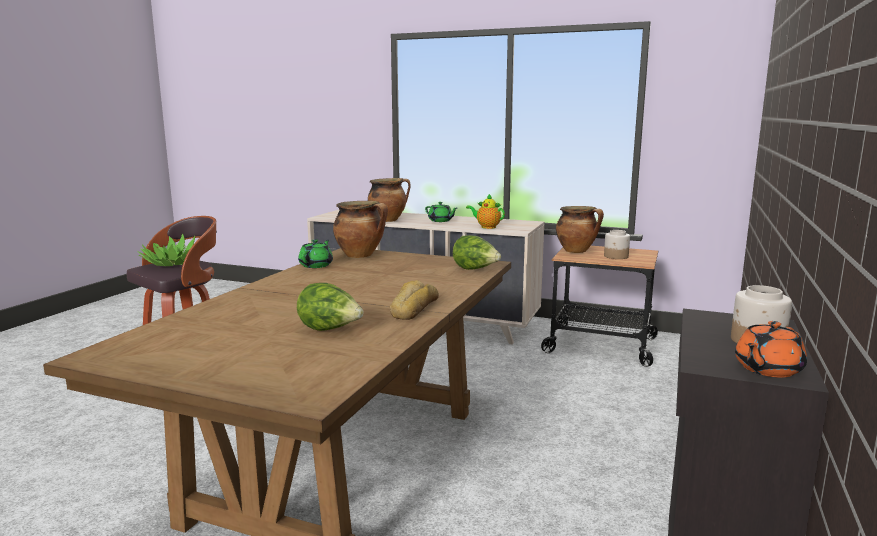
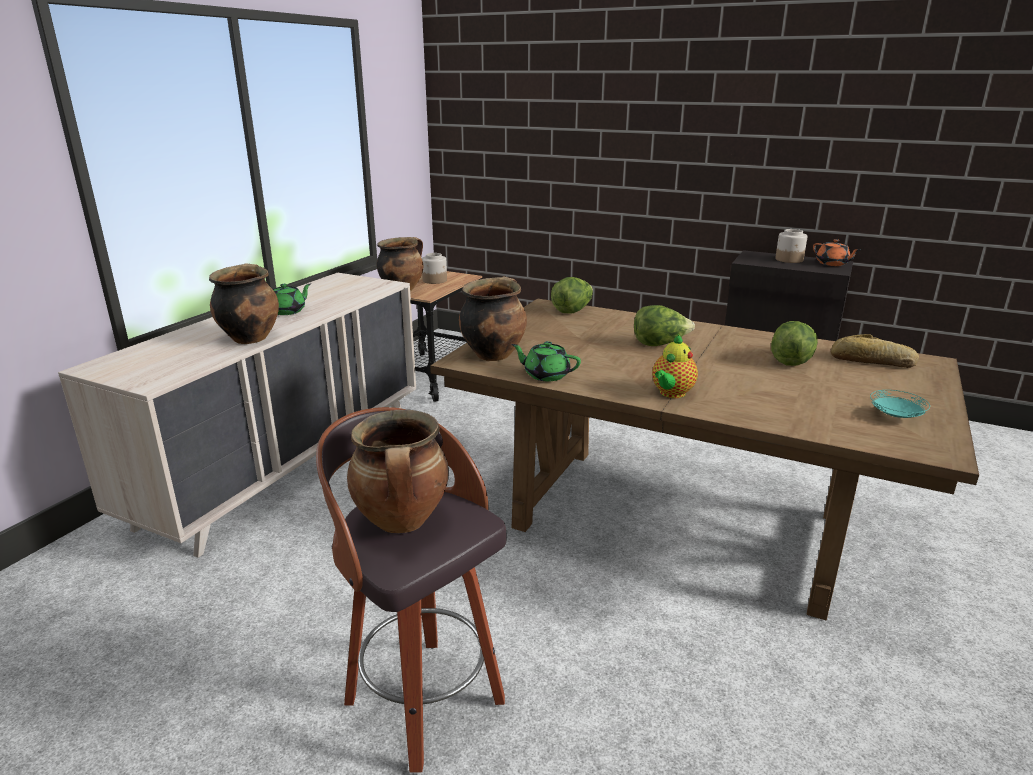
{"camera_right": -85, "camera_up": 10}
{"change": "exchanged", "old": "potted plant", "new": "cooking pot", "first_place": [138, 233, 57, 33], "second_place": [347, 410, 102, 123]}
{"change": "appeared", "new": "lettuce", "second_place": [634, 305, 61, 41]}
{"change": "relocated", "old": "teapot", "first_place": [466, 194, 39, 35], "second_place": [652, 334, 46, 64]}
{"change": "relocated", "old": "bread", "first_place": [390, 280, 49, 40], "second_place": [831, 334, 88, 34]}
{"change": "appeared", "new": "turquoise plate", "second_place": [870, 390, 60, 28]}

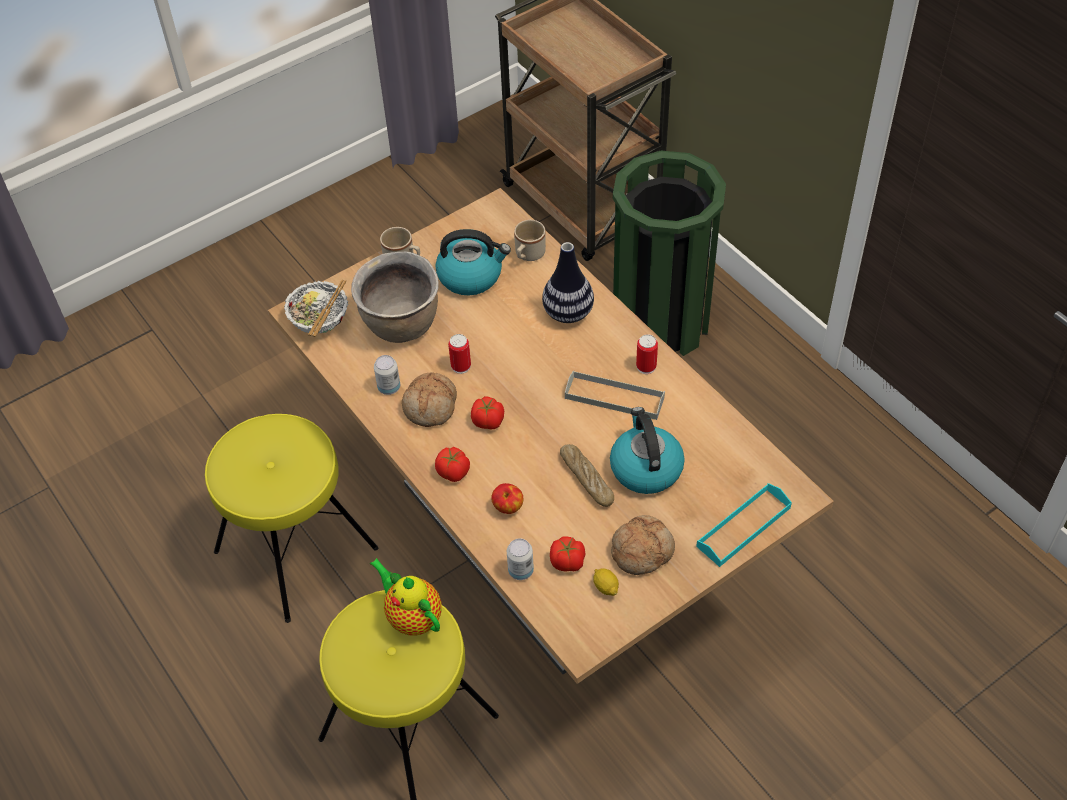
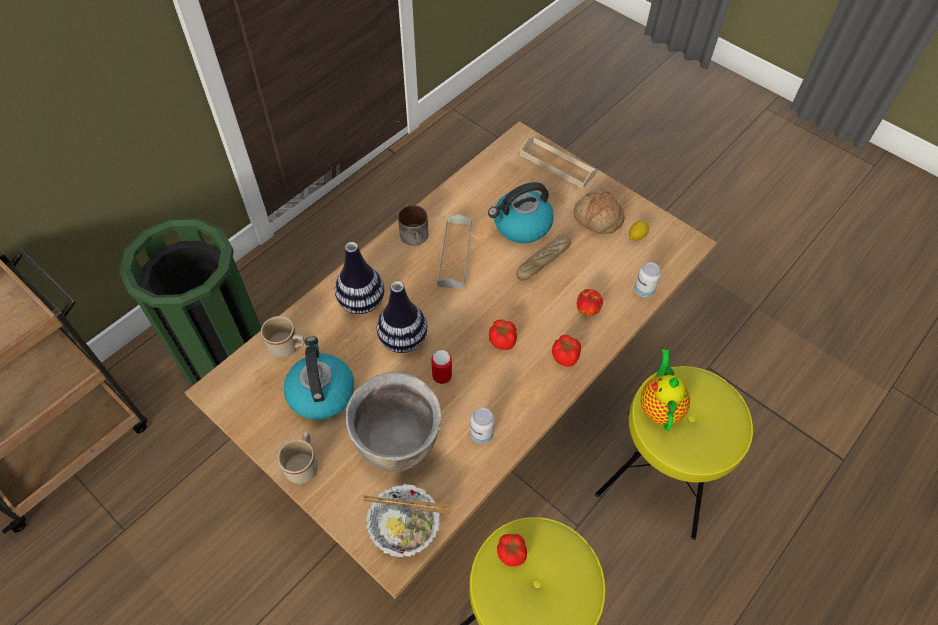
{"camera_right": -105, "camera_up": 5}
{"change": "appeared", "new": "vase", "second_place": [377, 281, 51, 72]}
{"change": "exchanged", "old": "can", "new": "mug", "first_place": [636, 334, 22, 40], "second_place": [398, 205, 31, 41]}
{"change": "relocated", "old": "tomato", "first_place": [550, 536, 35, 36], "second_place": [497, 534, 30, 33]}
{"change": "colour", "old": "turquoise tray", "new": "beige tray", "first_place": [696, 483, 96, 84], "second_place": [520, 136, 77, 52]}
{"change": "spun", "old": "teapot", "first_place": [370, 558, 72, 77], "second_place": [640, 349, 50, 82], "degrees": 150}
{"change": "missing", "old": "bread", "first_place": [402, 372, 55, 55]}

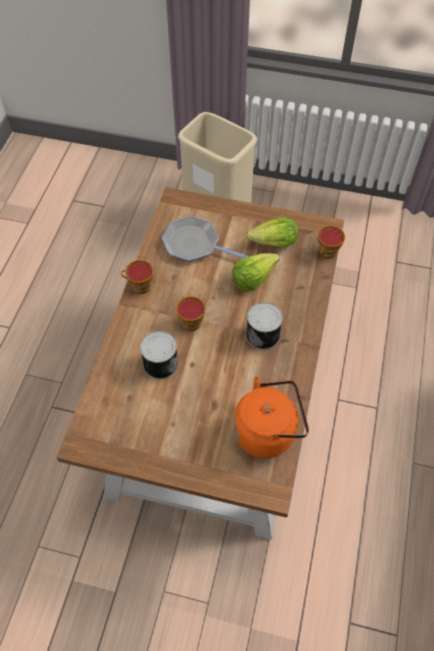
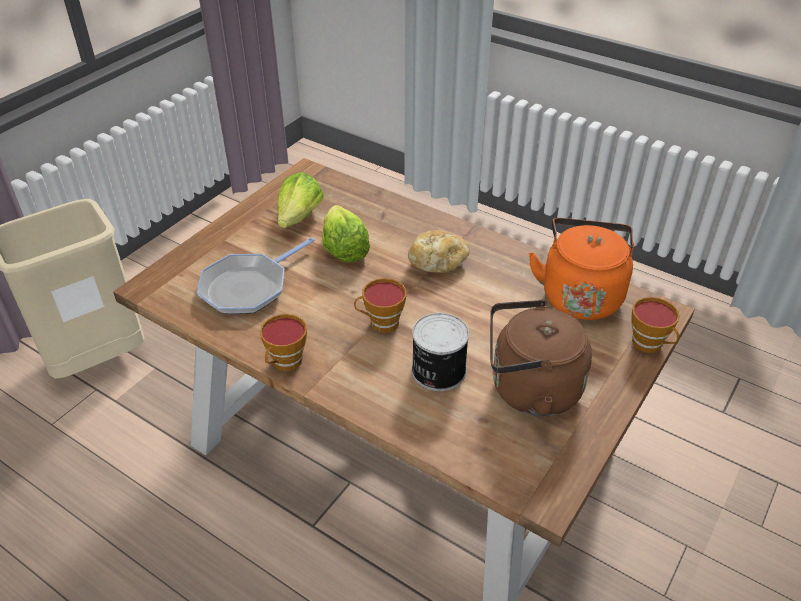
{"camera_right": -70, "camera_up": -15}
{"change": "exchanged", "old": "can", "new": "bread", "first_place": [246, 302, 37, 48], "second_place": [408, 230, 61, 43]}
{"change": "appeared", "new": "brown kettle", "second_place": [490, 299, 102, 117]}
{"change": "relocated", "old": "cup", "first_place": [318, 226, 27, 33], "second_place": [631, 297, 49, 56]}

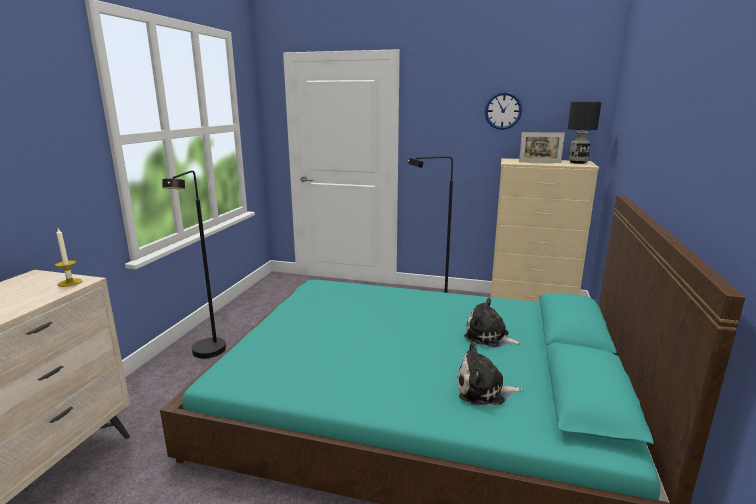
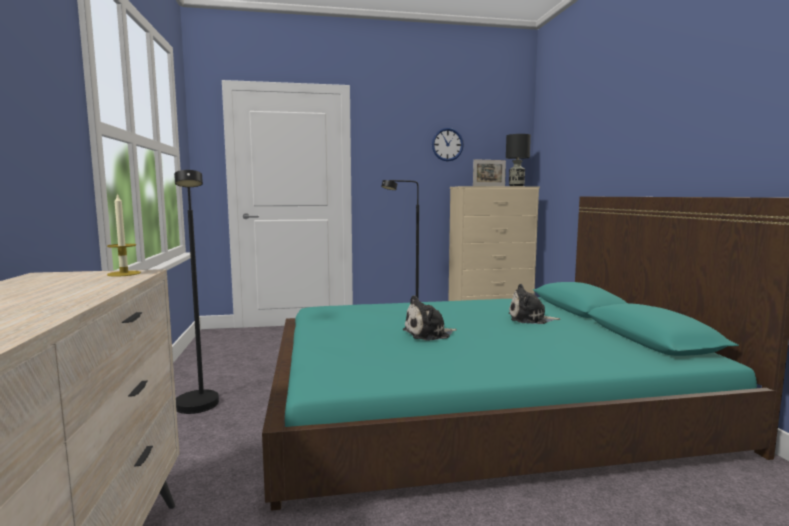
{"camera_right": -25, "camera_up": -10}
{"change": "relocated", "old": "plush toy", "first_place": [457, 342, 65, 63], "second_place": [402, 295, 54, 46]}

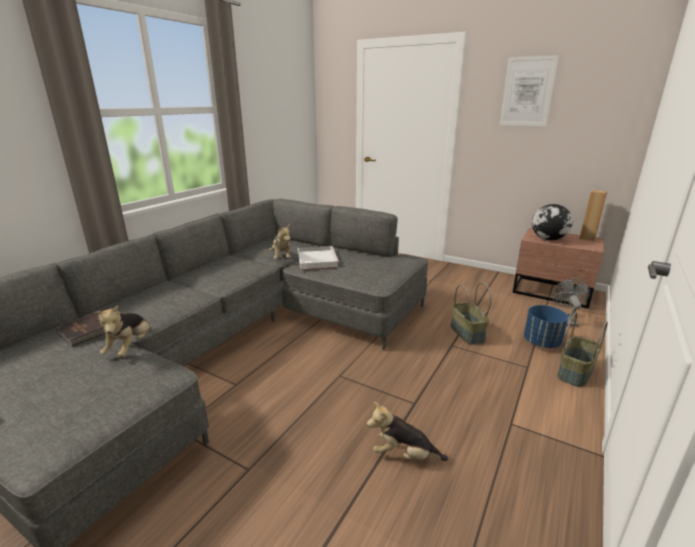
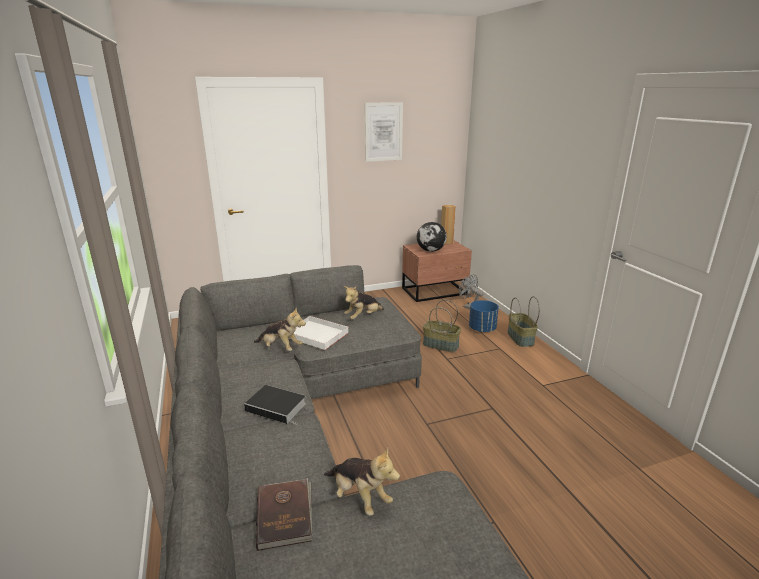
{"camera_right": -50, "camera_up": 0}
{"change": "appeared", "new": "book", "second_place": [244, 385, 62, 40]}
{"change": "relocated", "old": "plush toy", "first_place": [367, 402, 81, 59], "second_place": [344, 286, 40, 33]}

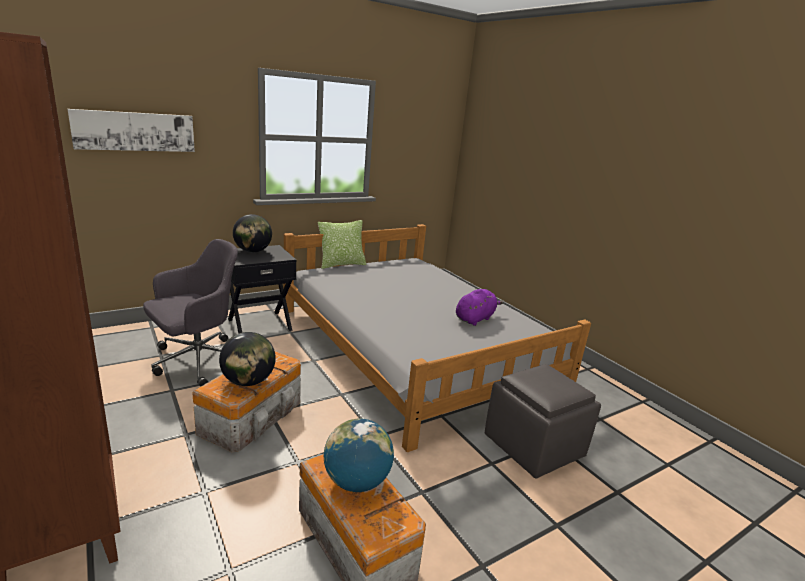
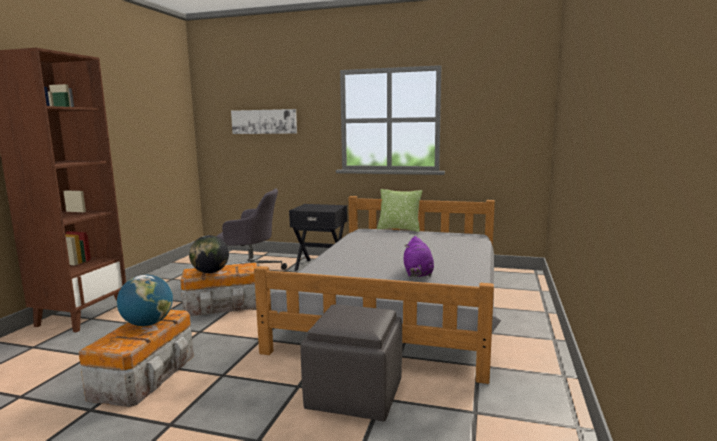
{"camera_right": 50, "camera_up": -10}
{"change": "spun", "old": "purple plush toy", "first_place": [456, 289, 48, 37], "second_place": [404, 236, 30, 41], "degrees": 90}
{"change": "missing", "old": "globe", "first_place": [233, 214, 39, 38]}

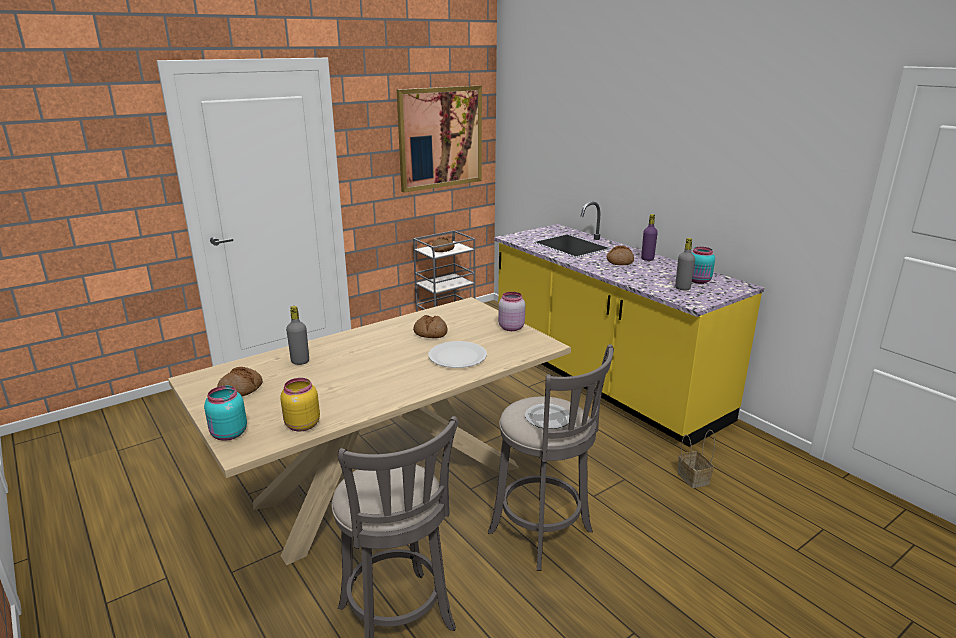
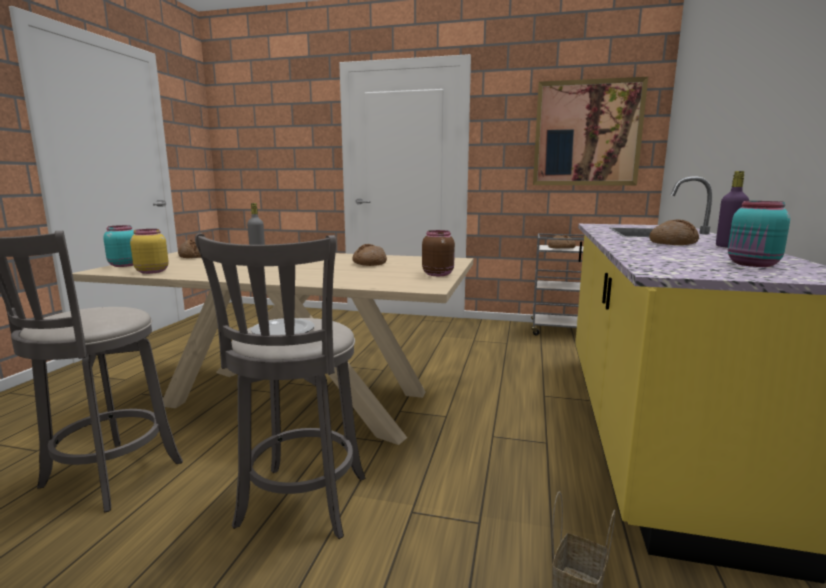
{"camera_right": 50, "camera_up": -10}
{"change": "colour", "old": "pink jar", "new": "brown jar", "first_place": [498, 292, 27, 39], "second_place": [422, 230, 33, 46]}
{"change": "missing", "old": "white plate", "first_place": [429, 341, 58, 27]}
{"change": "missing", "old": "grey bottle", "first_place": [675, 238, 20, 52]}

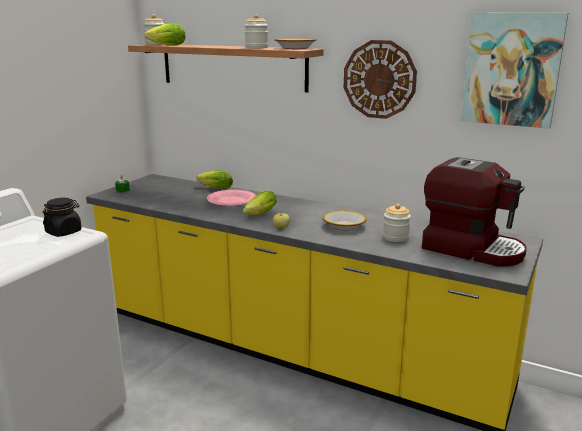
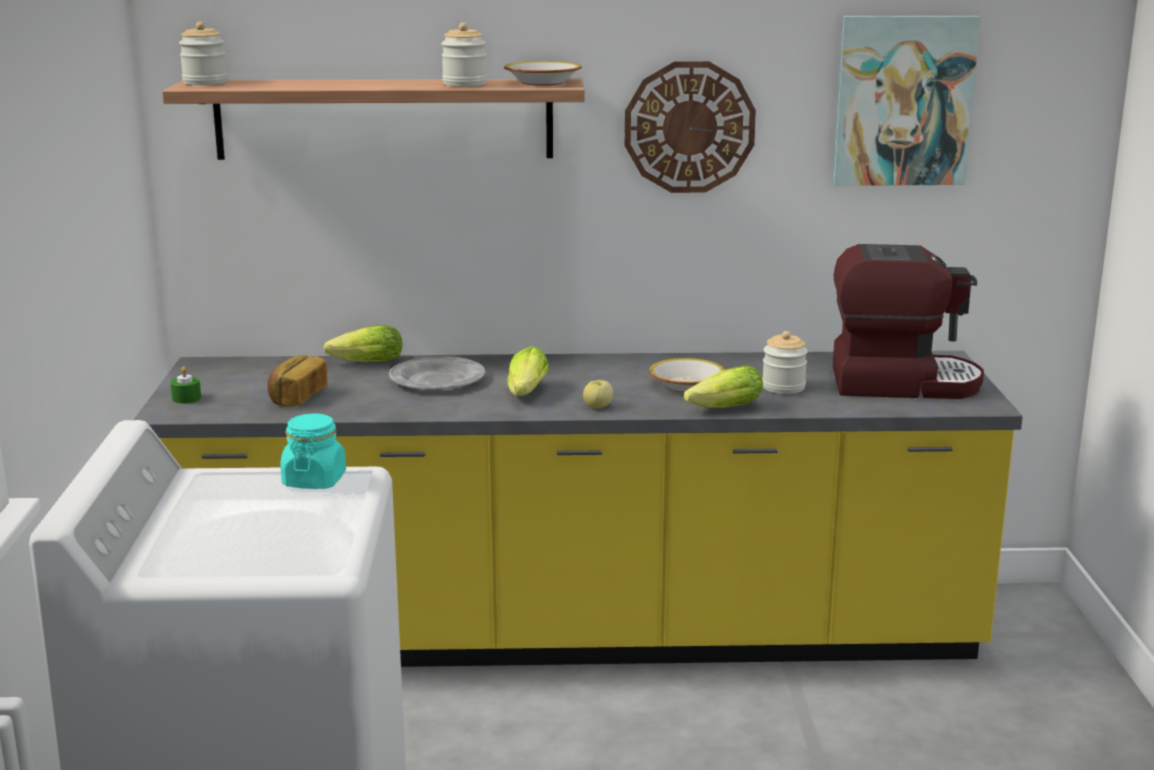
{"camera_right": -30, "camera_up": 0}
{"change": "appeared", "new": "bread", "second_place": [268, 355, 60, 52]}
{"change": "colour", "old": "black jar", "new": "turquoise jar", "first_place": [43, 198, 39, 39], "second_place": [280, 414, 66, 75]}
{"change": "colour", "old": "pink plate", "new": "grey plate", "first_place": [207, 190, 49, 16], "second_place": [389, 356, 96, 33]}
{"change": "relocated", "old": "lettuce", "first_place": [144, 23, 41, 22], "second_place": [684, 365, 79, 42]}

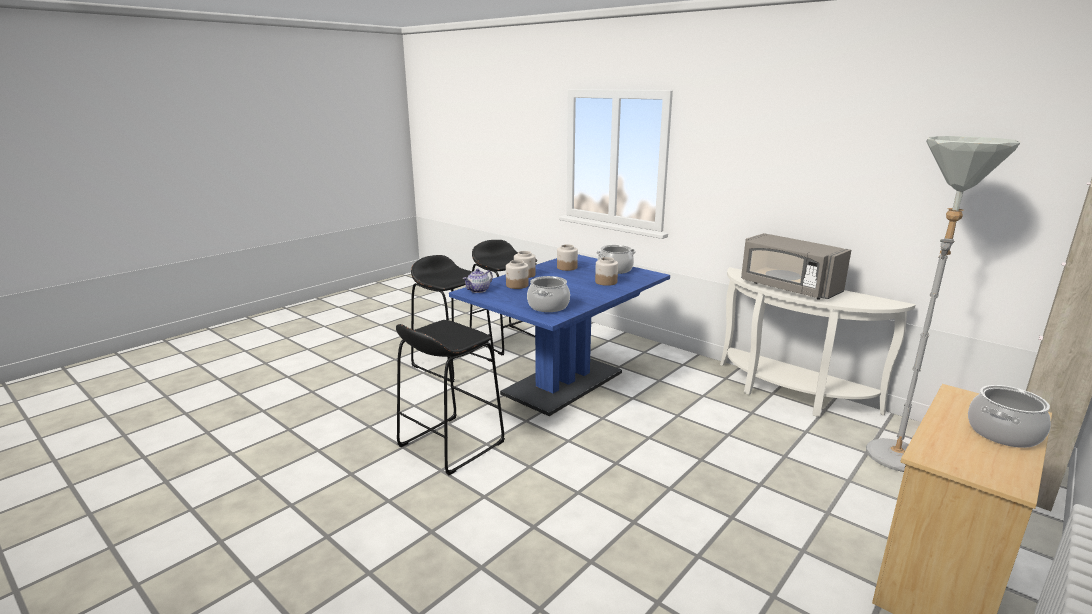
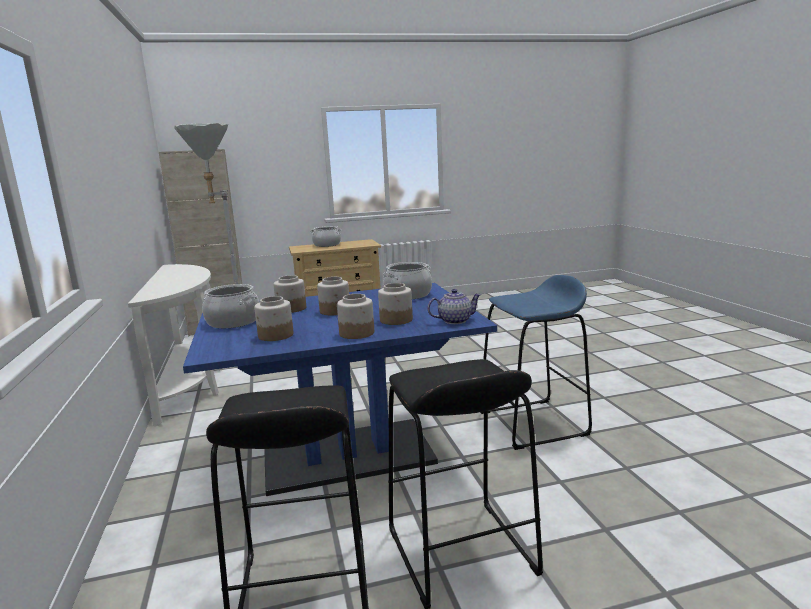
{"camera_right": -145, "camera_up": -5}
{"change": "appeared", "new": "jar", "second_place": [317, 277, 32, 38]}
{"change": "colour", "old": "black stool", "new": "blue stool", "first_place": [396, 320, 109, 155], "second_place": [480, 275, 112, 175]}
{"change": "missing", "old": "grey microwave", "first_place": [741, 233, 110, 67]}

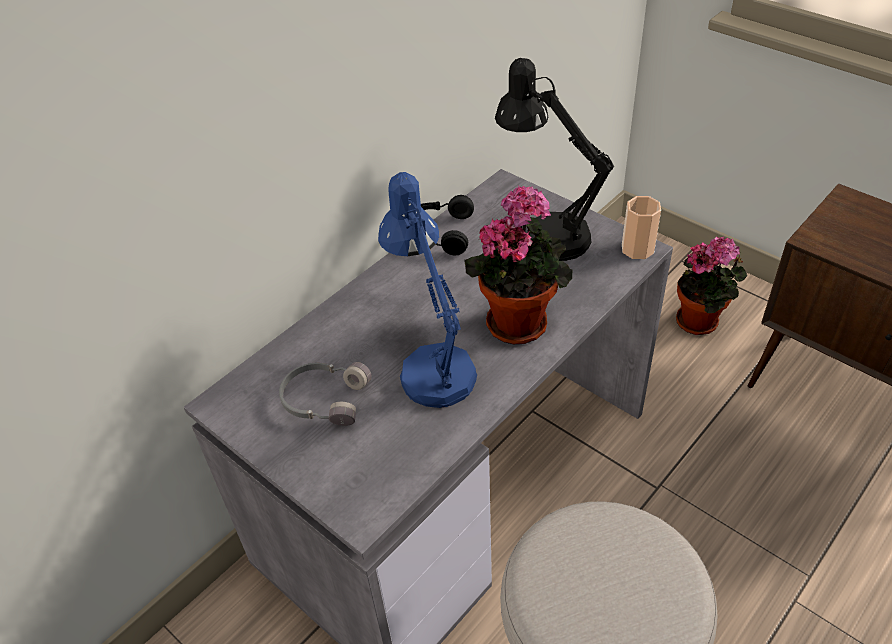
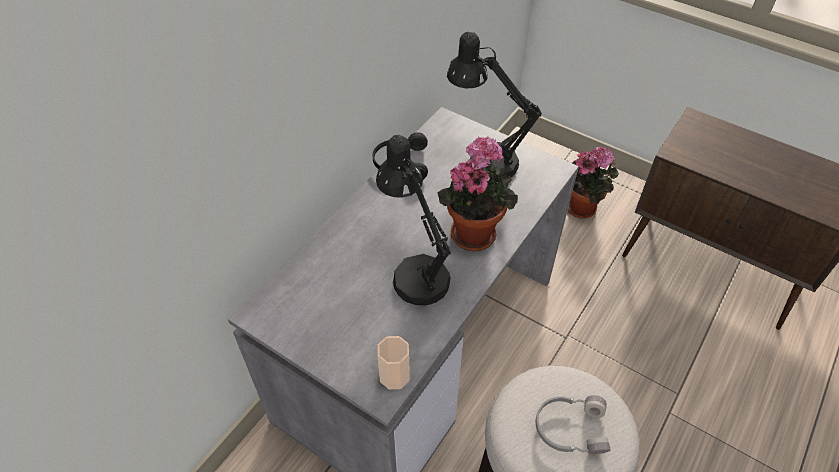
{"camera_right": -10, "camera_up": 5}
{"change": "colour", "old": "blue table lamp", "new": "black table lamp", "first_place": [378, 172, 99, 236], "second_place": [376, 135, 75, 170]}
{"change": "relocated", "old": "cup", "first_place": [622, 196, 39, 63], "second_place": [377, 336, 33, 54]}
{"change": "relocated", "old": "grey headphones", "first_place": [279, 362, 93, 64], "second_place": [536, 395, 75, 59]}

